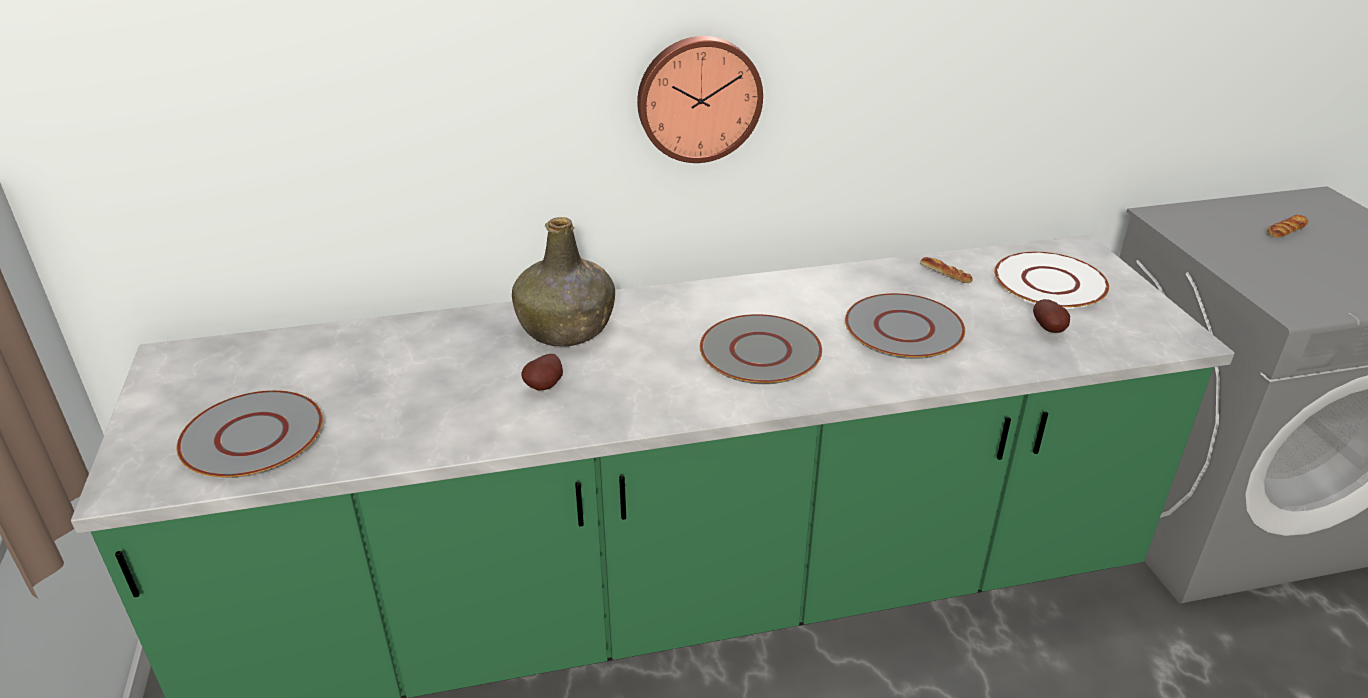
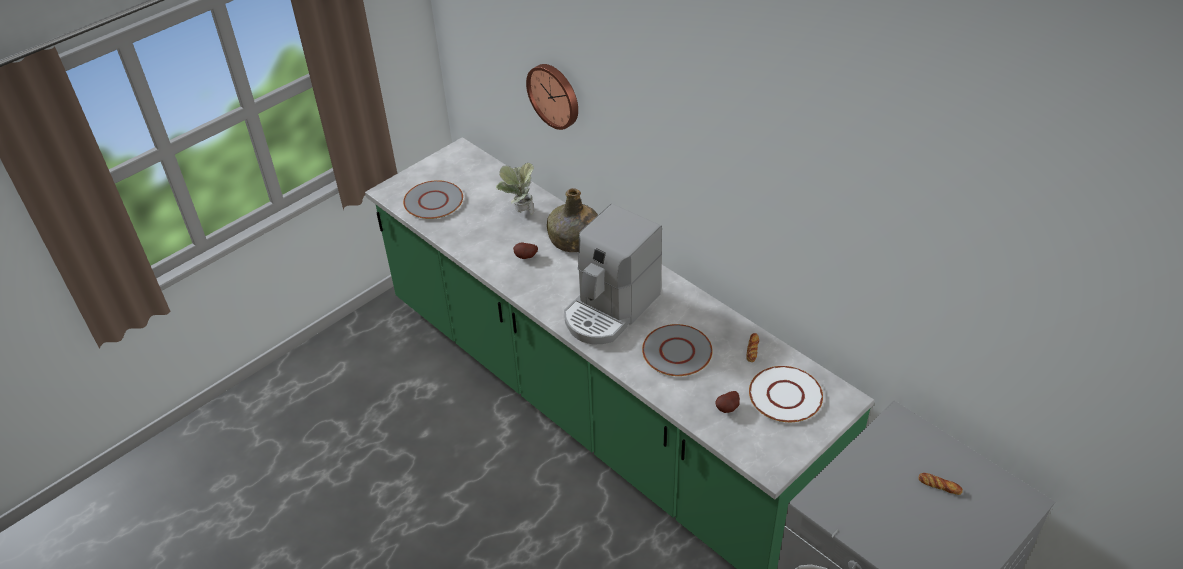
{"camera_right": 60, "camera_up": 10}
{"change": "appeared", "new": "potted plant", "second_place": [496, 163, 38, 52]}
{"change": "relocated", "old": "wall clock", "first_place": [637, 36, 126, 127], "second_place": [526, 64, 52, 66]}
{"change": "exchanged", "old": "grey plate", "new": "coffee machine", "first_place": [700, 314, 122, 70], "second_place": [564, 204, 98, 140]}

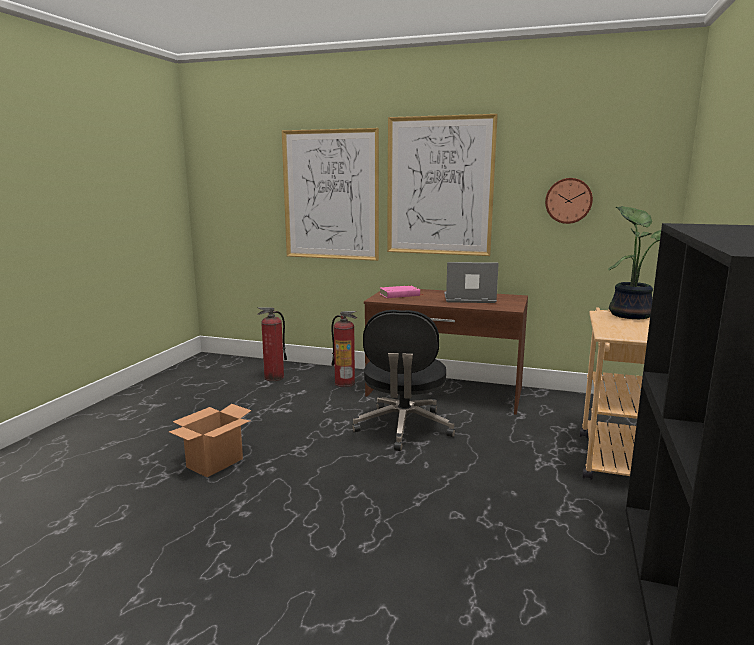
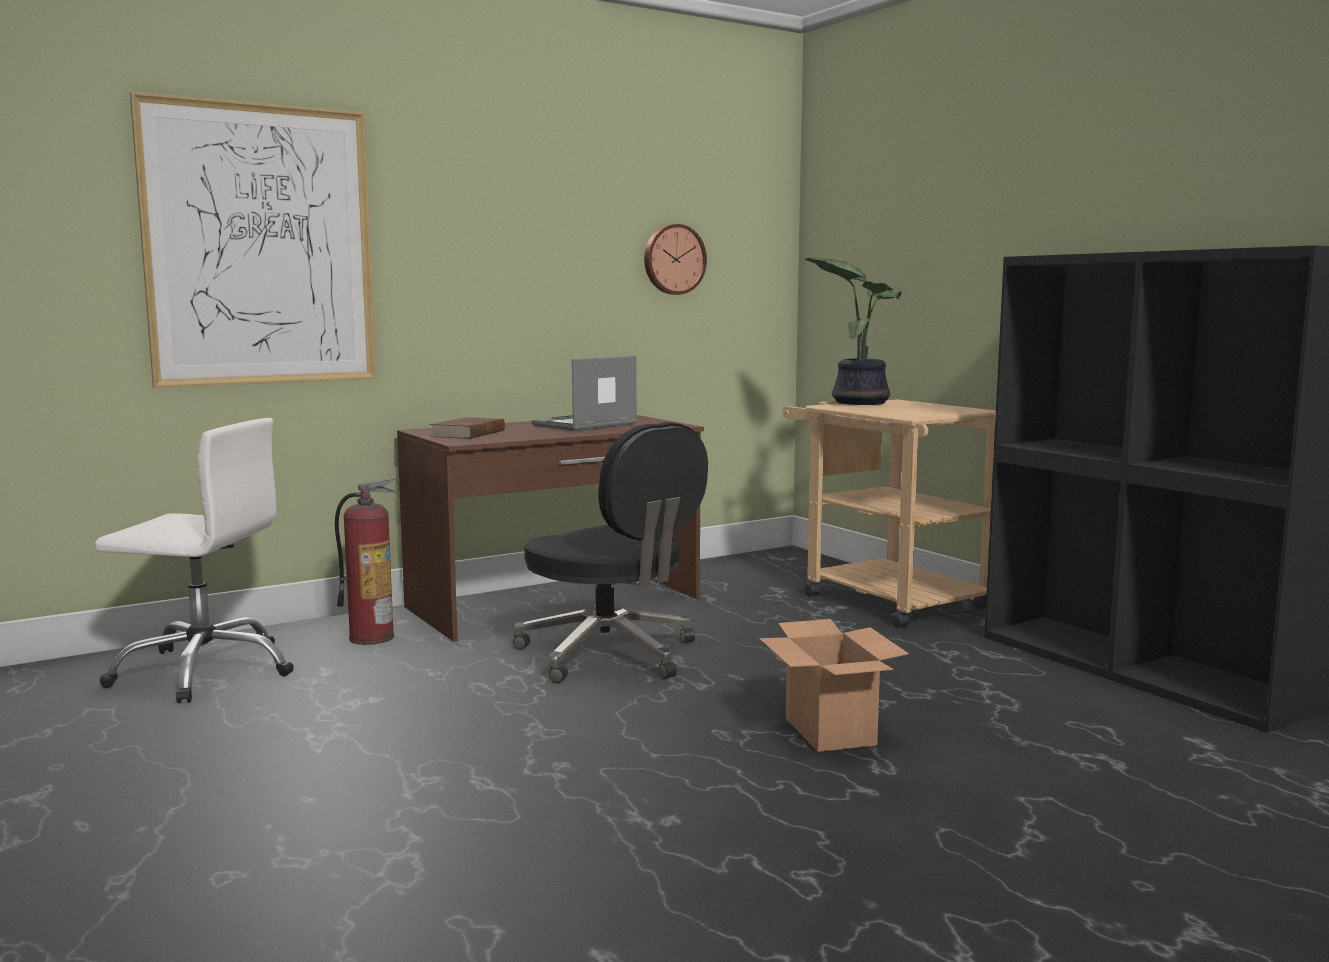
{"camera_right": -50, "camera_up": -5}
{"change": "exchanged", "old": "fire extinguisher", "new": "white office chair", "first_place": [257, 307, 30, 74], "second_place": [95, 418, 199, 285]}
{"change": "colour", "old": "pink book", "new": "brown book", "first_place": [380, 285, 43, 13], "second_place": [430, 417, 75, 22]}
{"change": "relocated", "old": "cardboard box", "first_place": [169, 404, 82, 73], "second_place": [759, 619, 150, 133]}
{"change": "missing", "old": "picture", "first_place": [387, 114, 111, 142]}

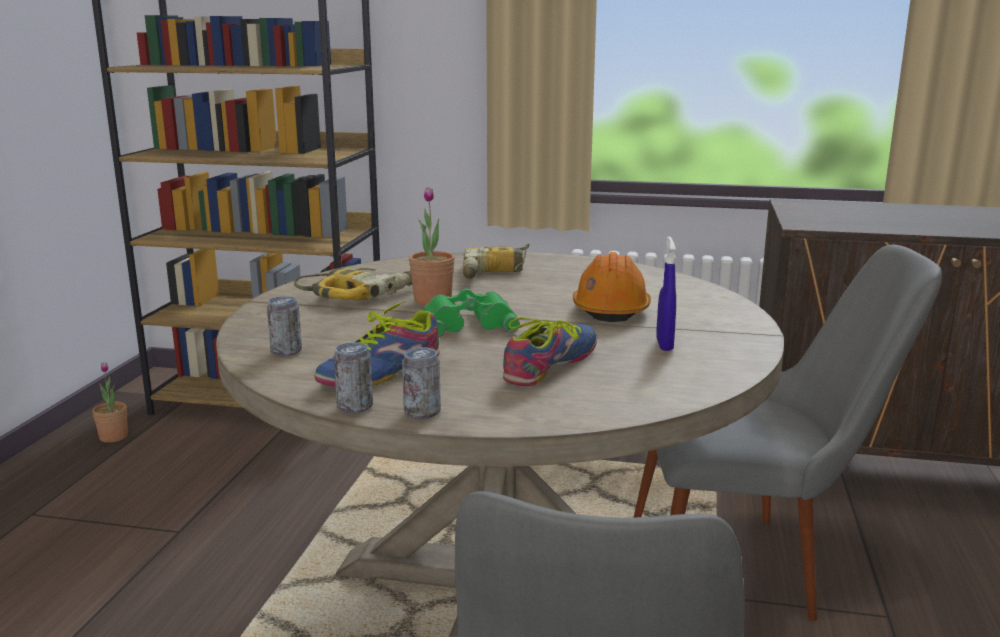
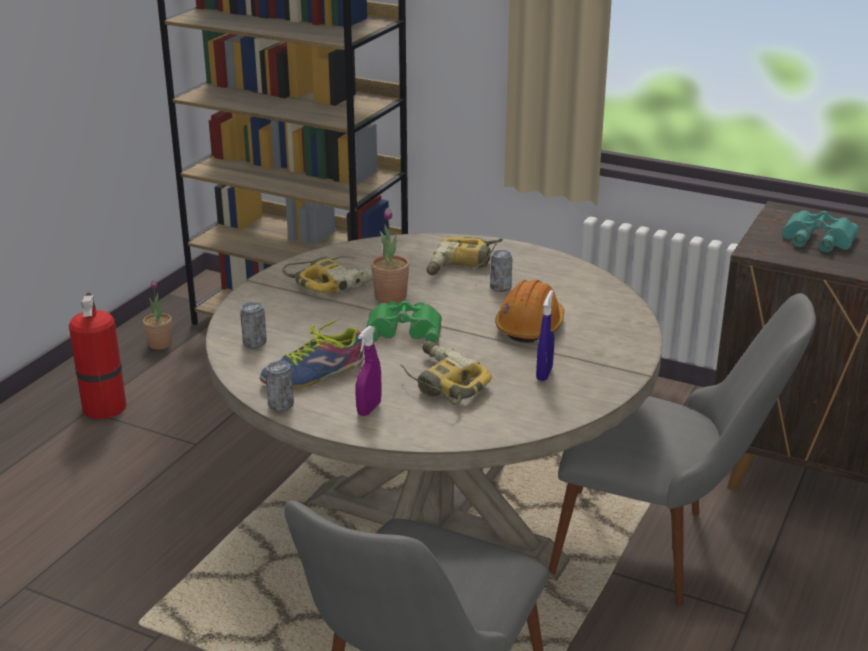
{"camera_right": 15, "camera_up": 10}
{"change": "appeared", "new": "fire extinguisher", "second_place": [69, 292, 57, 127]}
{"change": "appeared", "new": "purple spray bottle", "second_place": [356, 326, 26, 90]}
{"change": "exchanged", "old": "shoe", "new": "power drill", "first_place": [503, 317, 94, 69], "second_place": [400, 341, 92, 64]}
{"change": "relocated", "old": "can", "first_place": [402, 347, 39, 72], "second_place": [490, 250, 22, 42]}
{"change": "appeared", "new": "turquoise binoculars", "second_place": [782, 210, 77, 42]}

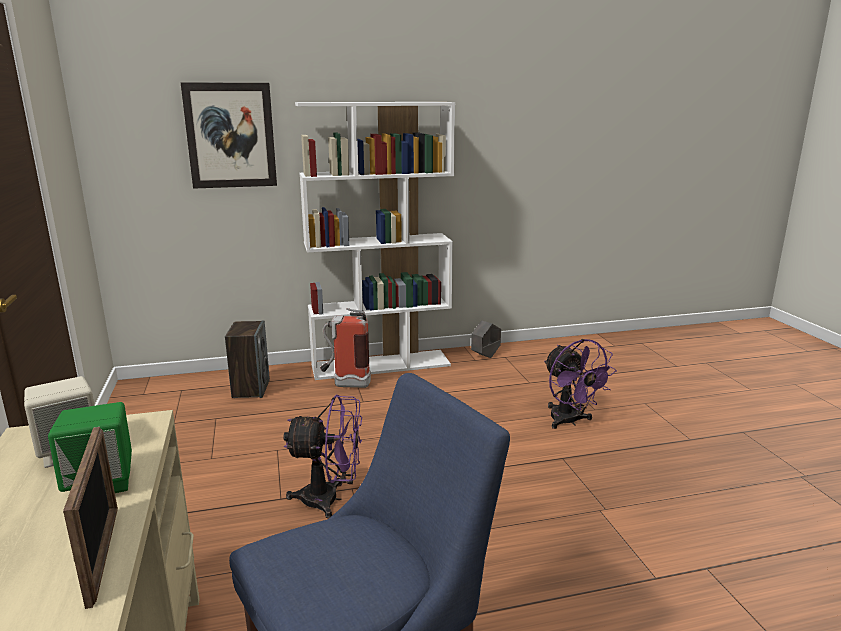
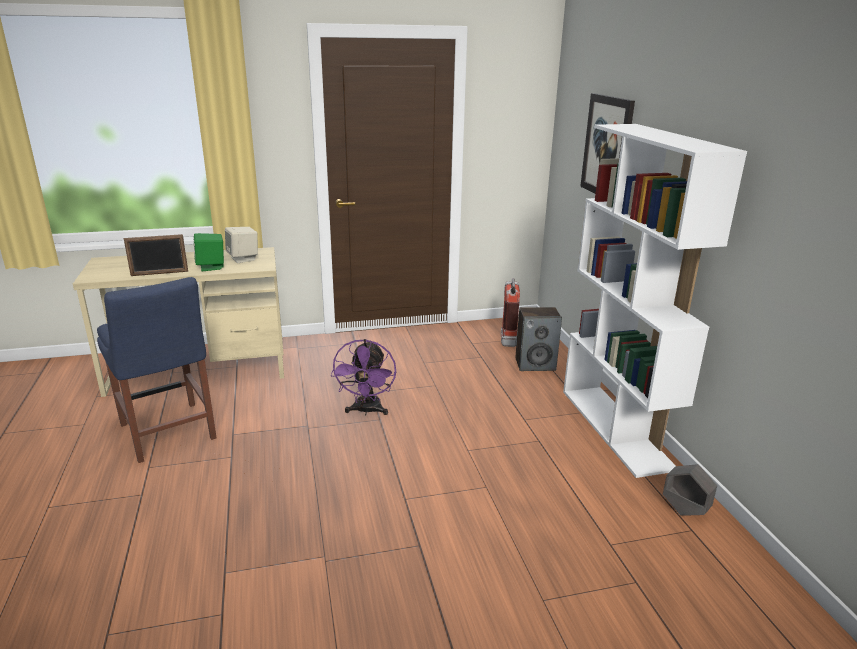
{"camera_right": 90, "camera_up": 5}
{"change": "relocated", "old": "fire extinguisher", "first_place": [320, 308, 51, 80], "second_place": [501, 278, 19, 69]}
{"change": "missing", "old": "purple fan", "first_place": [544, 339, 73, 90]}

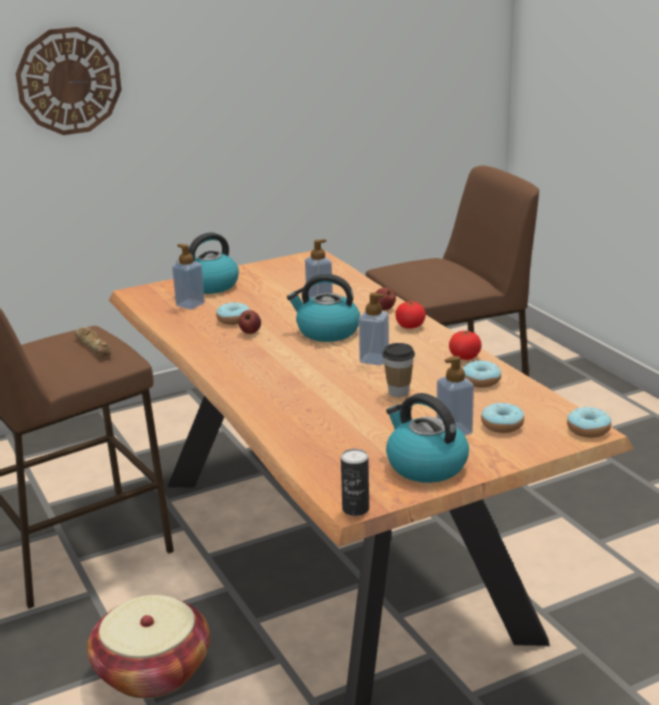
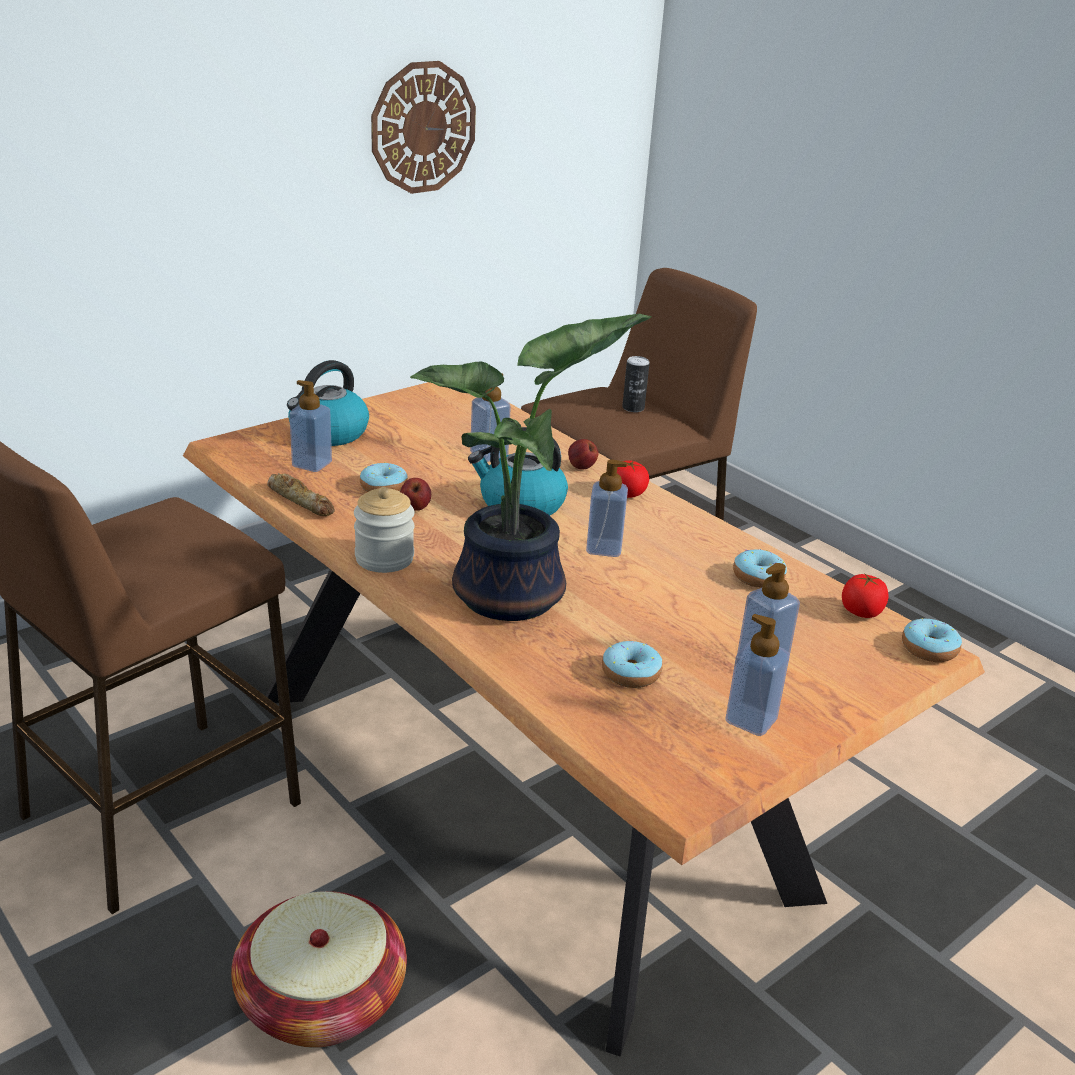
{"camera_right": -15, "camera_up": 5}
{"change": "relocated", "old": "bread", "first_place": [75, 327, 37, 29], "second_place": [267, 473, 68, 43]}
{"change": "appeared", "new": "jar", "second_place": [354, 487, 61, 86]}
{"change": "relocated", "old": "wall clock", "first_place": [16, 27, 106, 108], "second_place": [371, 61, 105, 133]}
{"change": "appeared", "new": "potted plant", "second_place": [410, 314, 241, 307]}
{"change": "relocated", "old": "donut", "first_place": [481, 403, 43, 30], "second_place": [602, 641, 60, 47]}
{"change": "relocated", "old": "can", "first_place": [341, 449, 28, 67], "second_place": [622, 356, 27, 56]}
{"change": "exchanged", "old": "kettle", "new": "soap dispenser", "first_place": [386, 393, 83, 90], "second_place": [725, 614, 65, 122]}
{"change": "relocated", "old": "tomato", "first_place": [449, 330, 33, 30], "second_place": [842, 573, 46, 45]}
{"change": "missing", "old": "cup", "first_place": [382, 343, 33, 54]}

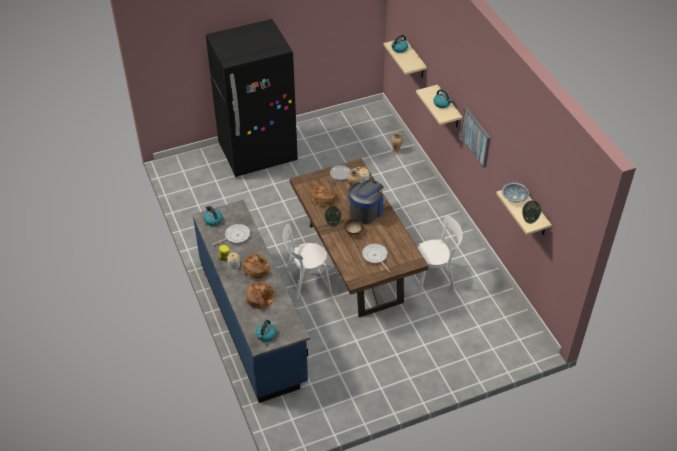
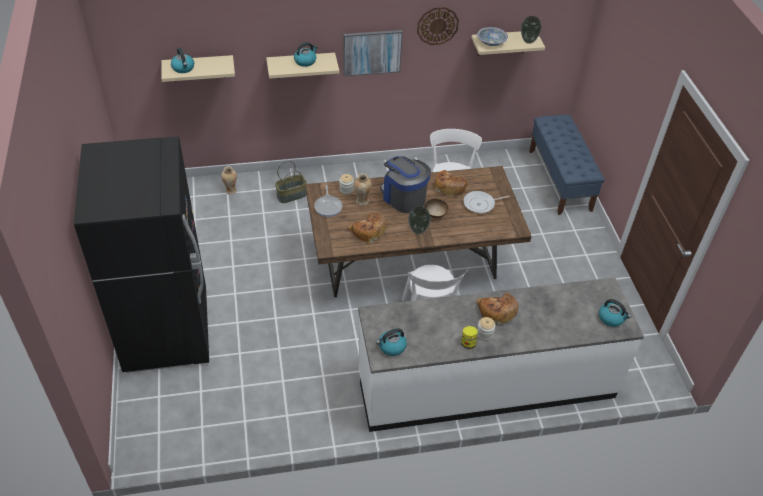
{"camera_right": -80, "camera_up": 0}
{"change": "appeared", "new": "basket", "second_place": [275, 161, 32, 42]}
{"change": "colour", "old": "blue counter", "new": "white counter", "first_place": [193, 200, 117, 203], "second_place": [358, 277, 286, 155]}
{"change": "appeared", "new": "wall clock", "second_place": [417, 7, 42, 38]}
{"change": "relocated", "old": "bread", "first_place": [246, 282, 30, 27], "second_place": [434, 170, 34, 26]}
{"change": "appeared", "new": "blue bench", "second_place": [529, 115, 76, 100]}
{"change": "missing", "old": "frying pan", "first_place": [213, 224, 37, 21]}

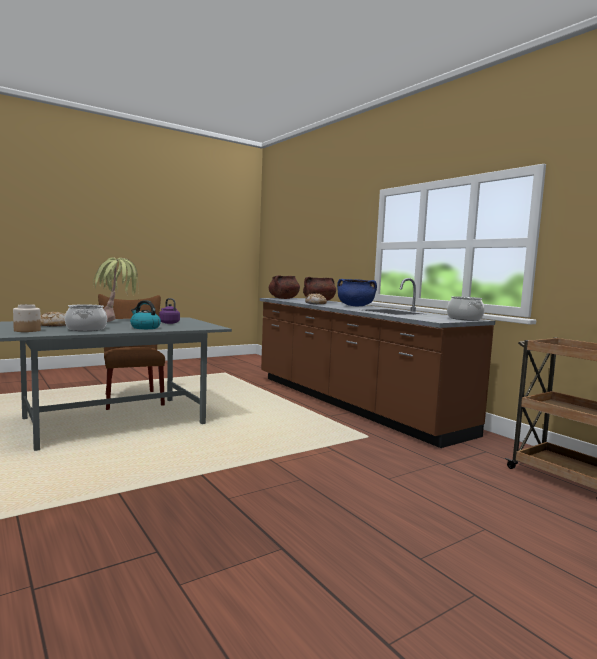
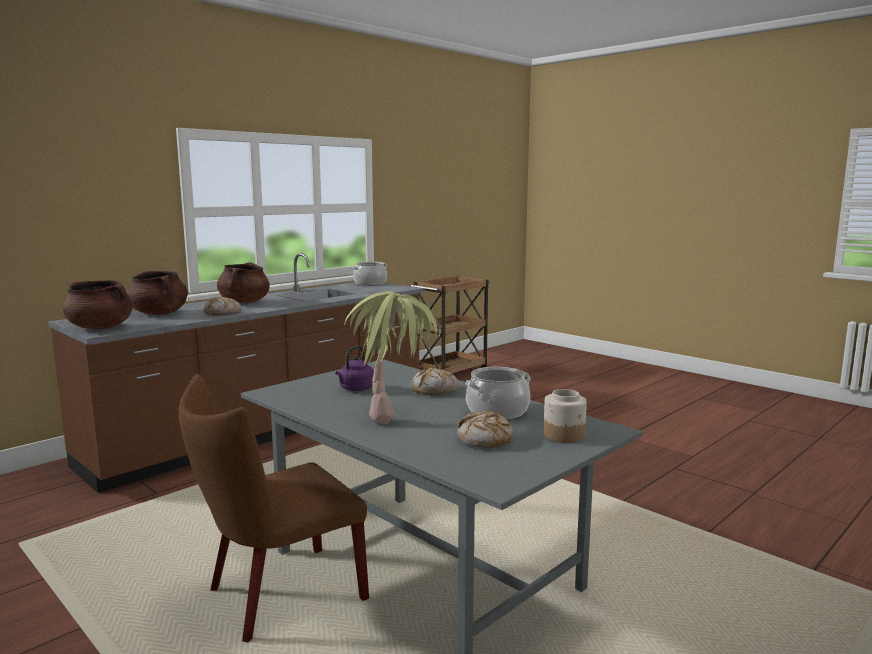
{"camera_right": -100, "camera_up": 5}
{"change": "colour", "old": "blue cooking pot", "new": "brown cooking pot", "first_place": [337, 279, 40, 27], "second_place": [217, 262, 53, 41]}
{"change": "exchanged", "old": "kettle", "new": "bread", "first_place": [130, 300, 31, 29], "second_place": [411, 367, 48, 28]}

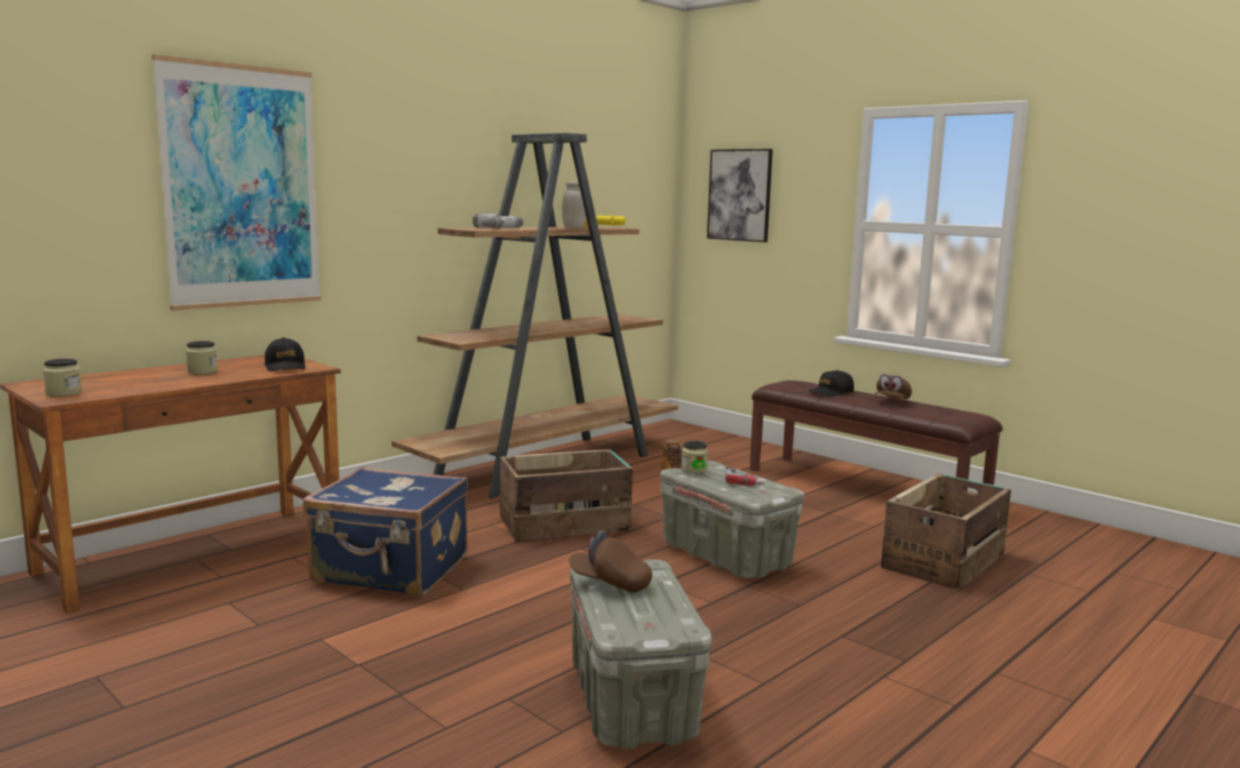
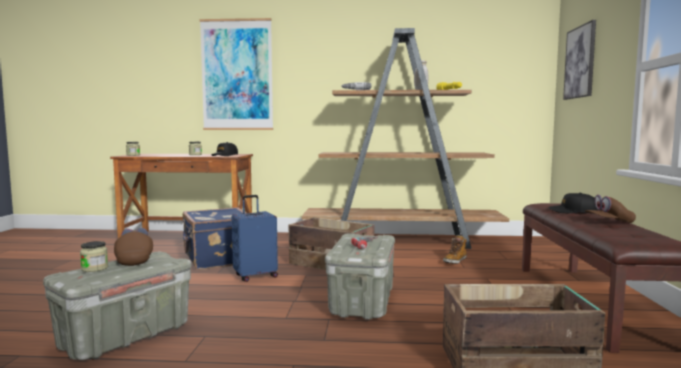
{"camera_right": 50, "camera_up": -5}
{"change": "relocated", "old": "jar", "first_place": [681, 441, 27, 33], "second_place": [80, 241, 28, 31]}
{"change": "appeared", "new": "blue suitcase", "second_place": [232, 195, 46, 87]}

